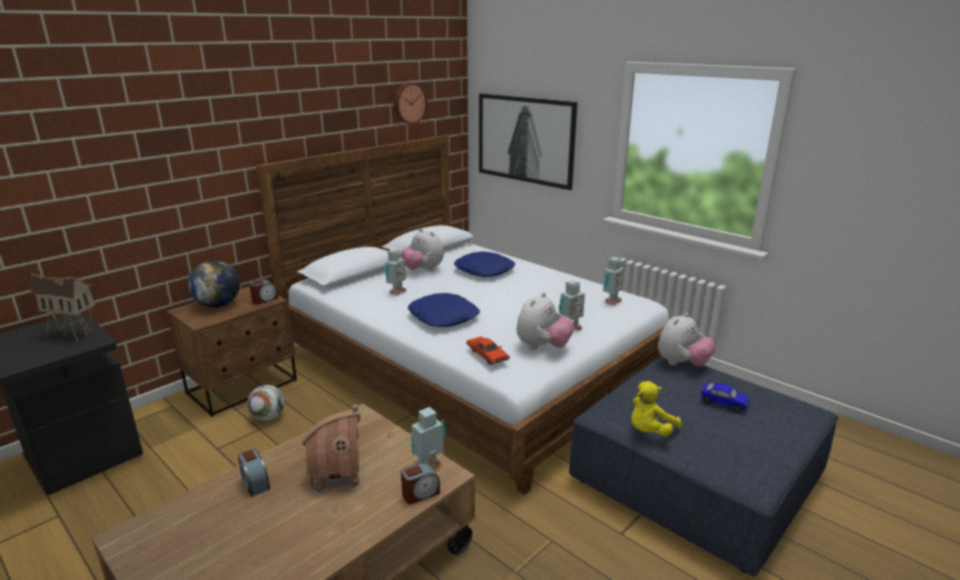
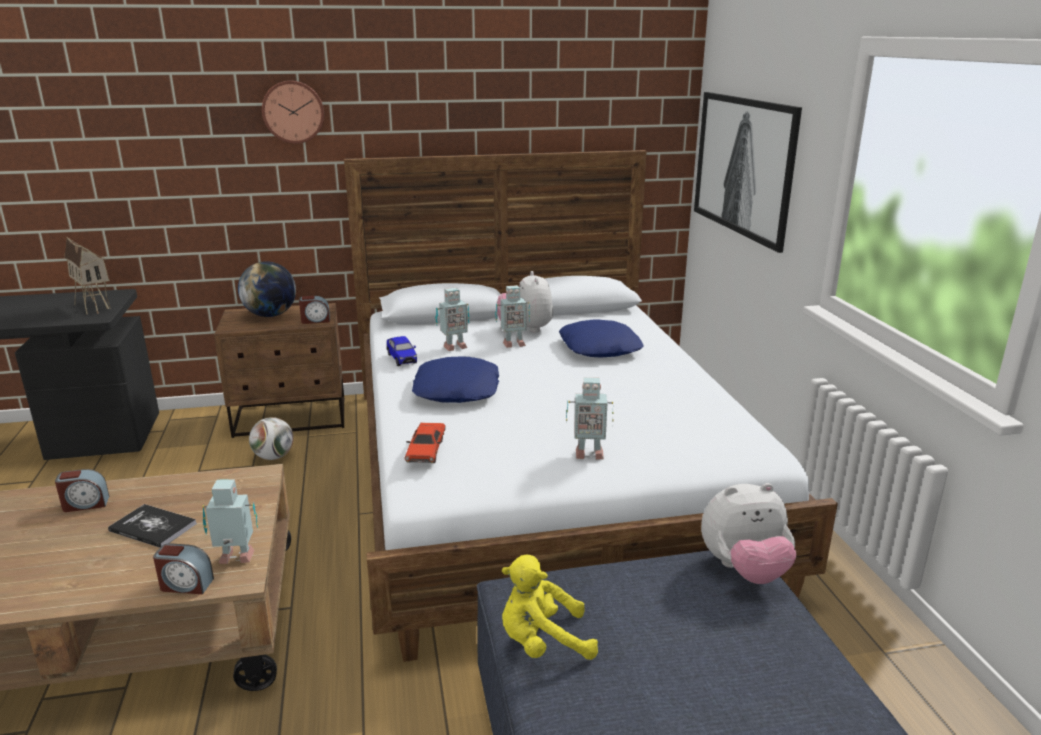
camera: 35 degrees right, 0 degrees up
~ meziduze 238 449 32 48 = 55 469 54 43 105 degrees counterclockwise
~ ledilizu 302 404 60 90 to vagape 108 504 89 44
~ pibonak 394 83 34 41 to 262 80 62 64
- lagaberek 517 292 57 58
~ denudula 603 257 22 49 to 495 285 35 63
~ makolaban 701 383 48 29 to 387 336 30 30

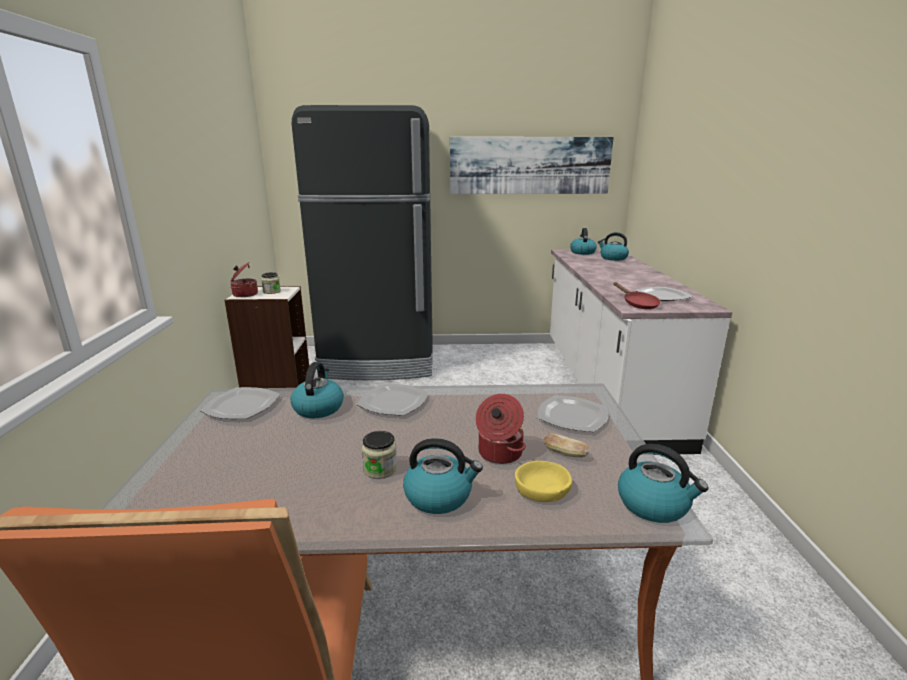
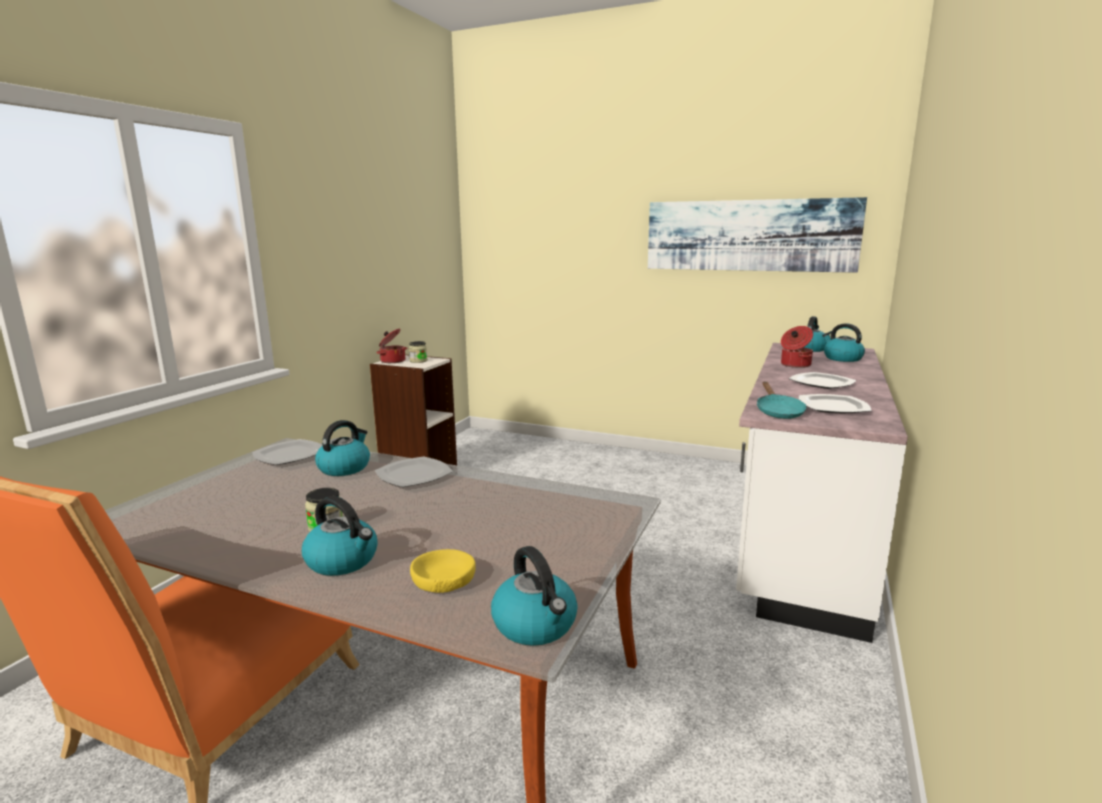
camera: 25 degrees right, 5 degrees down
- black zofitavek 292 105 141 275
~ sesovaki 475 394 51 70 to 781 326 32 42
~ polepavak 537 395 71 37 to 789 372 67 17
- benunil 543 434 46 24
~ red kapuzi 614 282 47 27 to turquoise kapuzi 757 382 49 37

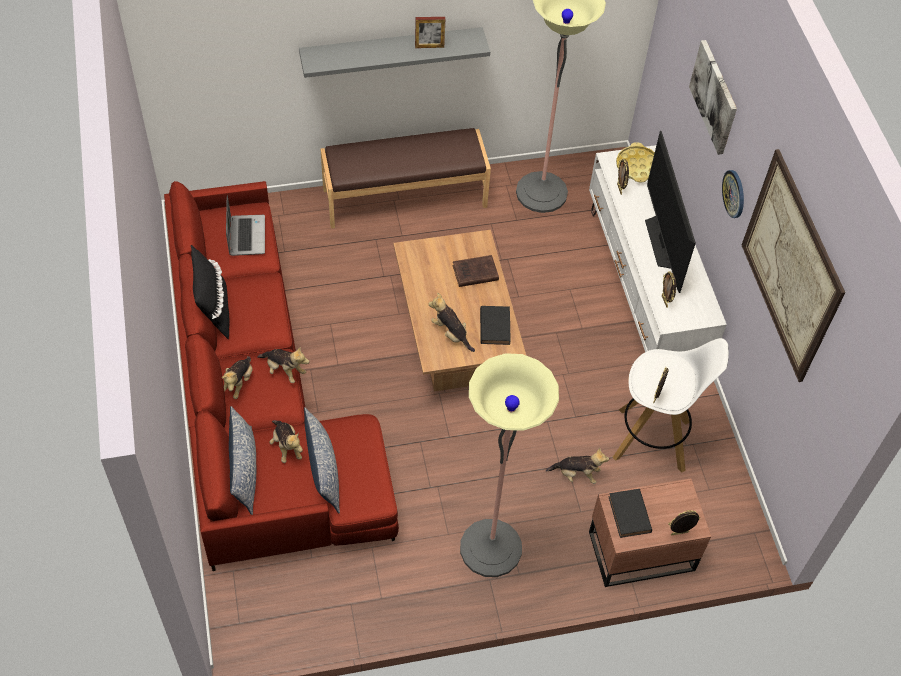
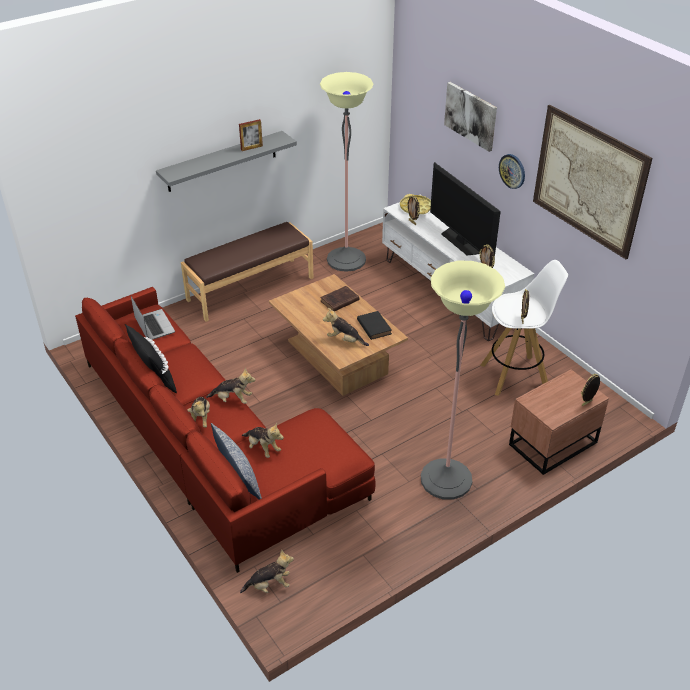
camera: 20 degrees left, 15 degrees down
- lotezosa 304 407 36 106
~ lagaberek 546 447 63 37 to 240 550 54 43
- black vagape 608 489 44 49

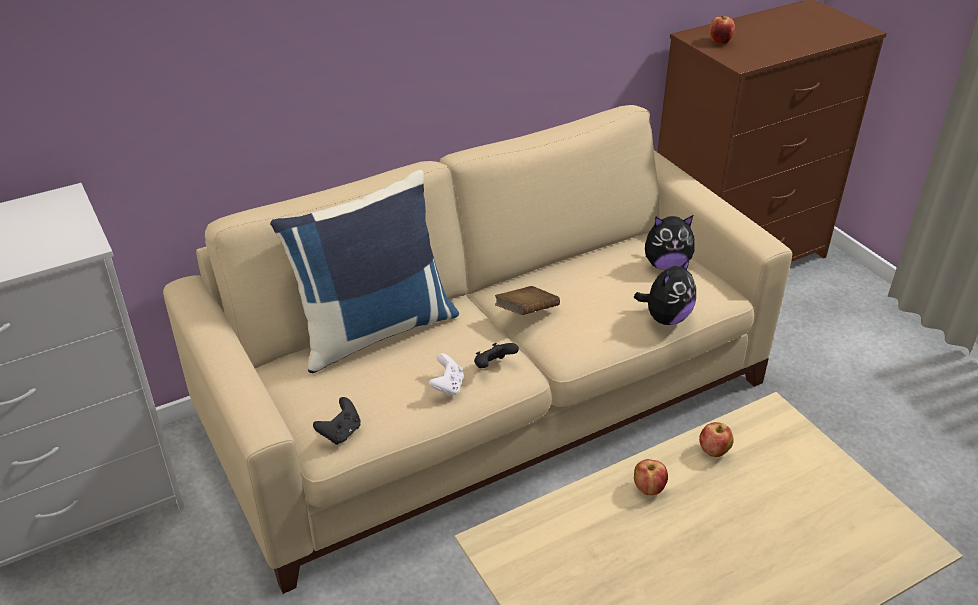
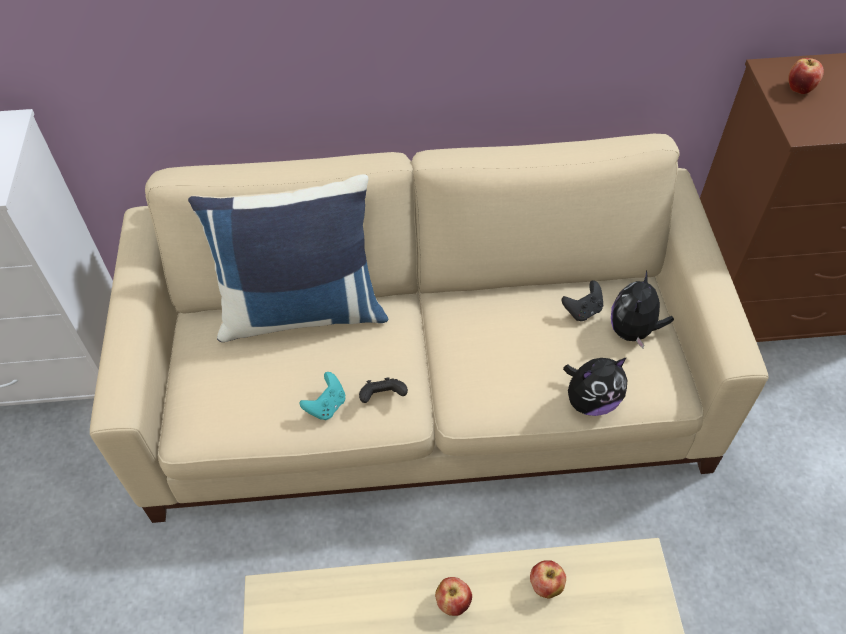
camera: 25 degrees right, 15 degrees up
~ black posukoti 313 397 47 48 to 562 280 41 41
~ white posukoti 429 353 35 44 to turquoise posukoti 299 372 46 48
- brown vagape 495 286 65 29
~ lagaberek 645 215 50 55 = 611 270 63 79 90 degrees clockwise

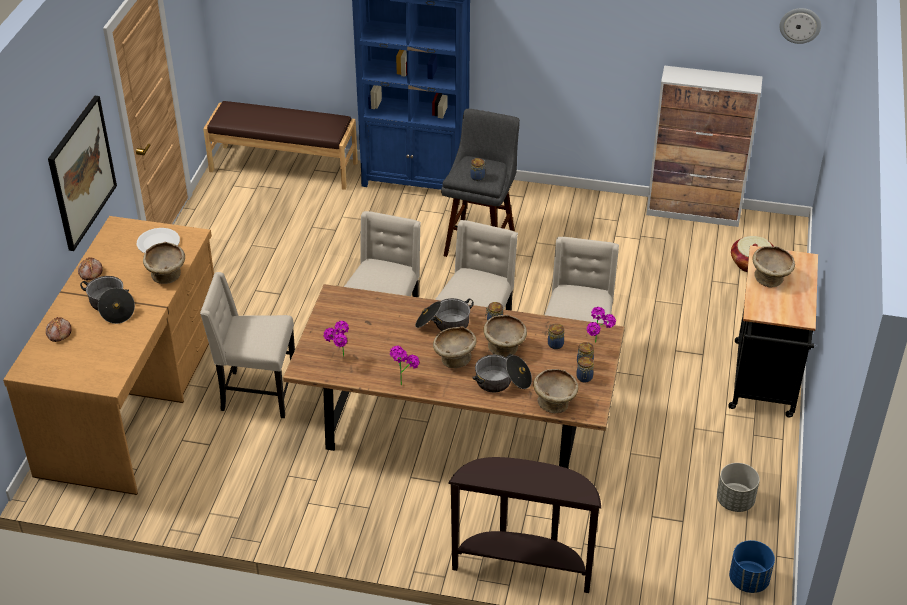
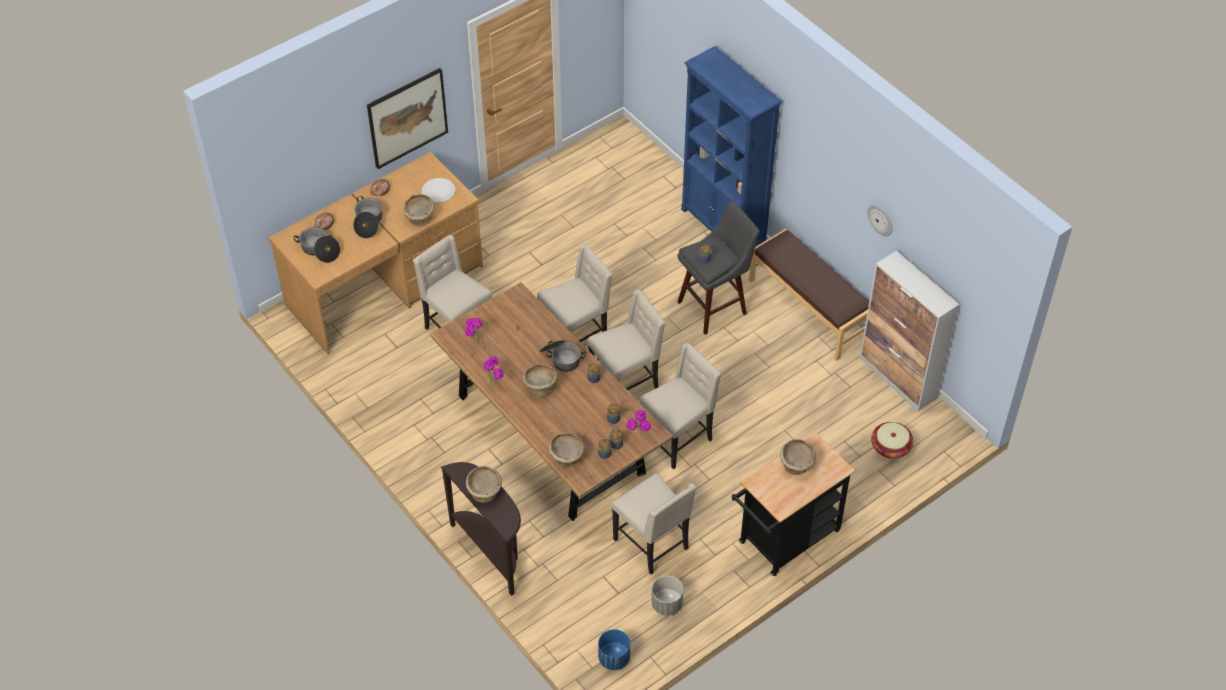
camera: 40 degrees right, 10 degrees up
~ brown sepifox 203 101 155 89 to 749 229 120 132
~ sesovaki 472 354 60 38 to 294 227 46 36
~ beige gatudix 483 315 44 42 to 466 466 36 36
~ pibonak 780 8 41 36 to 867 205 25 31
+ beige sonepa 612 473 84 101

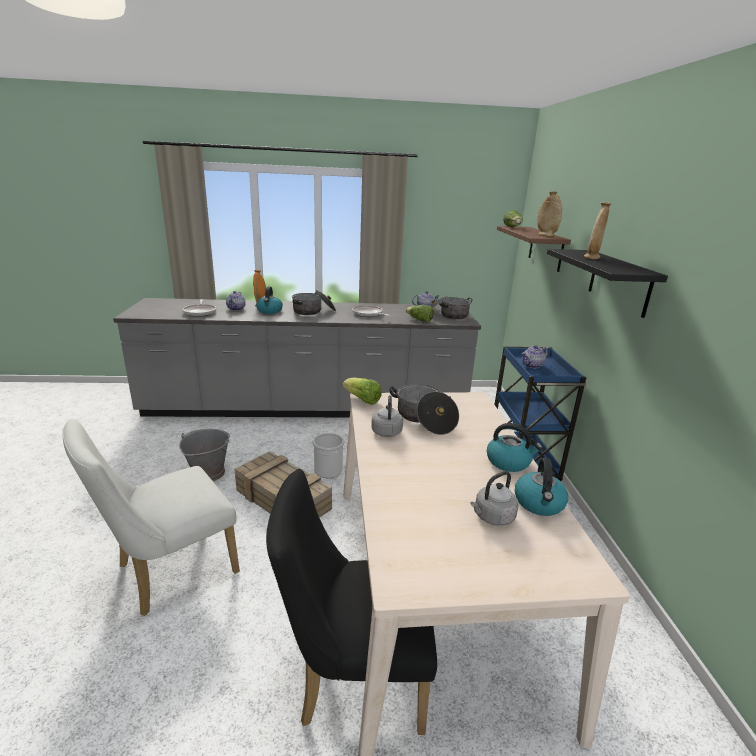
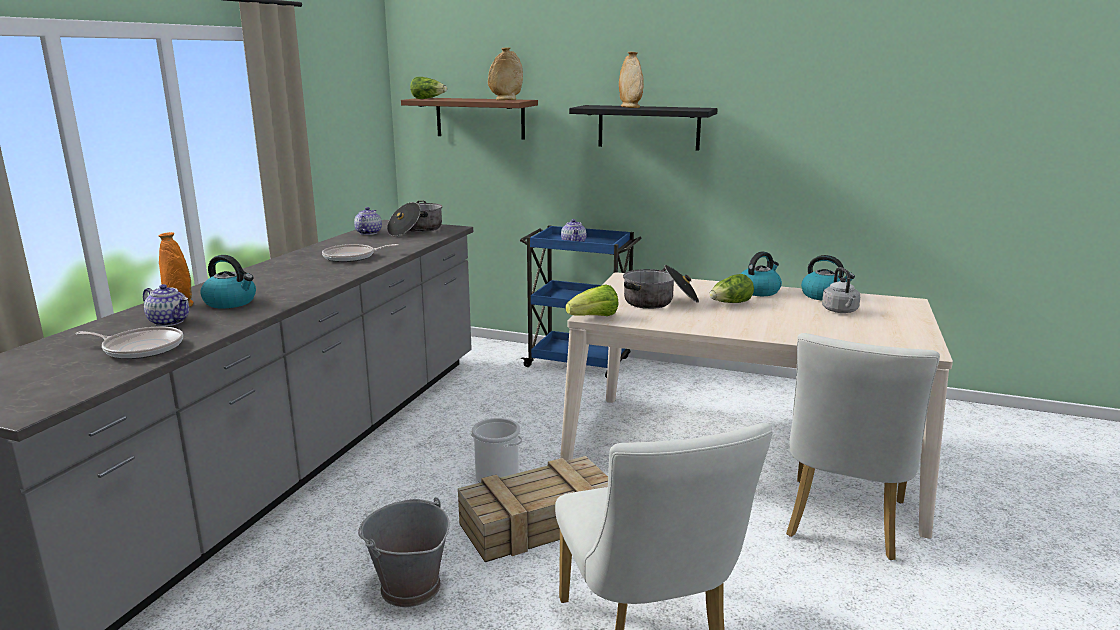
camera: 65 degrees left, 5 degrees down
~ black sonepa 266 469 171 266 to white sonepa 786 333 154 227
- sesovaki 292 290 44 25
- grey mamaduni 371 395 32 42
~ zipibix 406 305 28 17 to 709 274 45 29

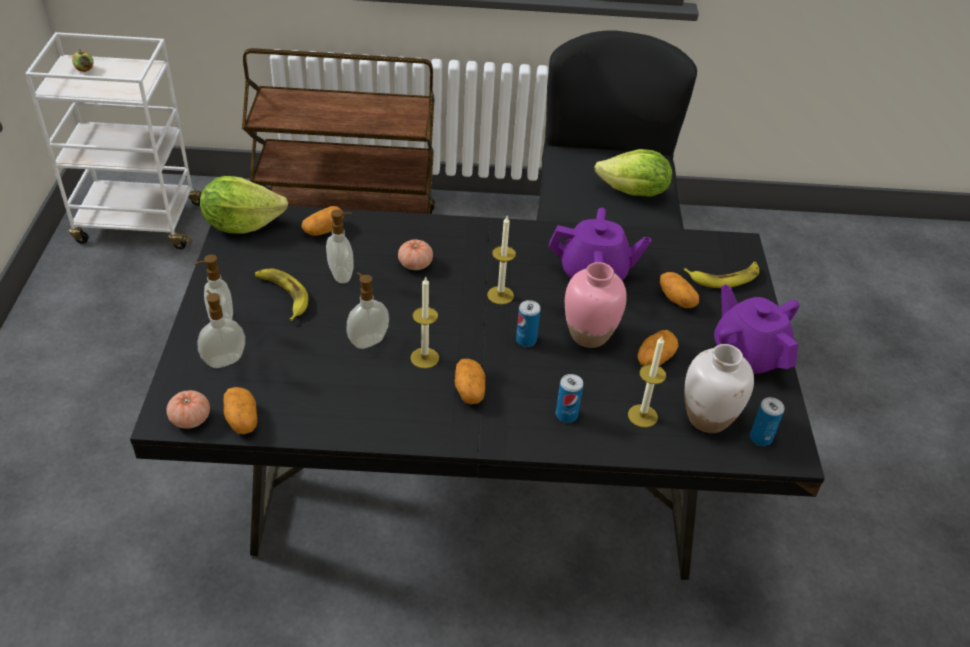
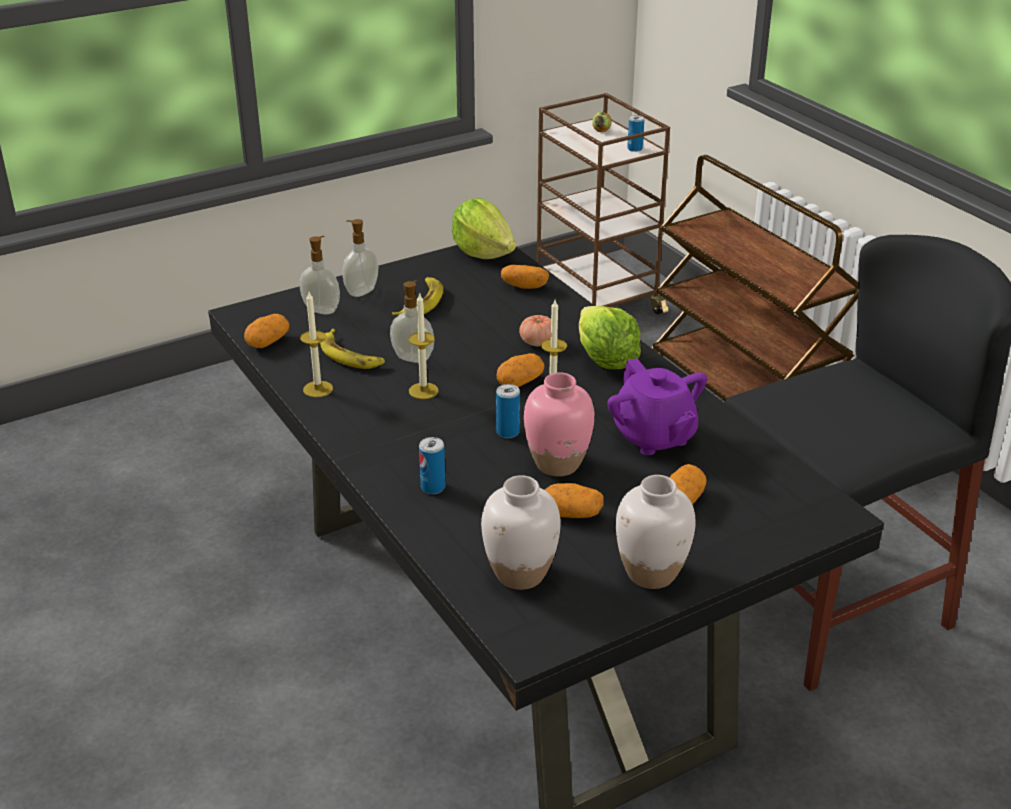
camera: 60 degrees right, 10 degrees down
~ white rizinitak 25 32 178 217 to brown rizinitak 537 93 133 221
- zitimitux 166 390 44 39
- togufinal 326 210 28 73
~ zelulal 455 359 30 45 to 497 353 47 34
~ zipibix 594 149 78 48 to 579 306 62 64
~ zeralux 628 336 38 92 to 300 292 33 106
~ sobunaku 684 262 75 26 to 320 329 65 40
~ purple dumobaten 714 284 85 90 to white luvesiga 616 475 80 114
~ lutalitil 750 397 34 49 to 627 115 17 37

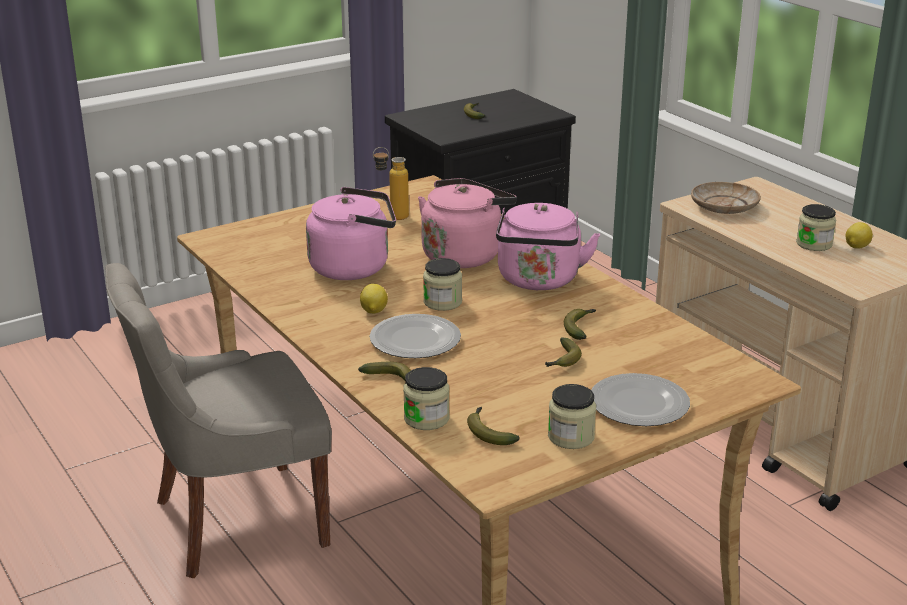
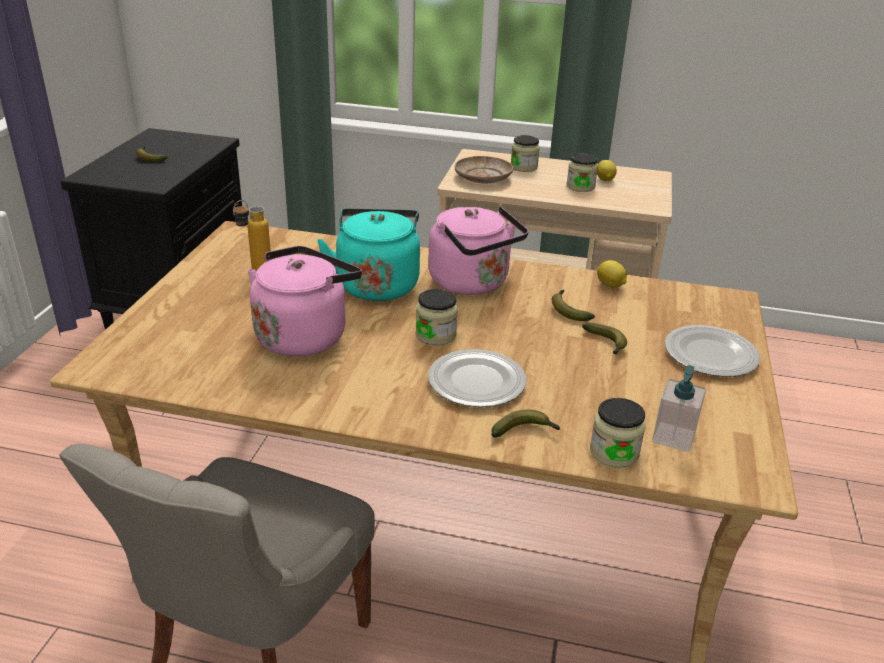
camera: 45 degrees left, 5 degrees up
~ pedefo 360 284 28 30 to 597 260 30 28
~ pink mamaduni 418 178 99 90 to turquoise mamaduni 317 208 103 93
~ sobunaku 467 407 53 38 to togufinal 652 365 54 87
~ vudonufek 548 384 48 65 to 511 135 29 37

